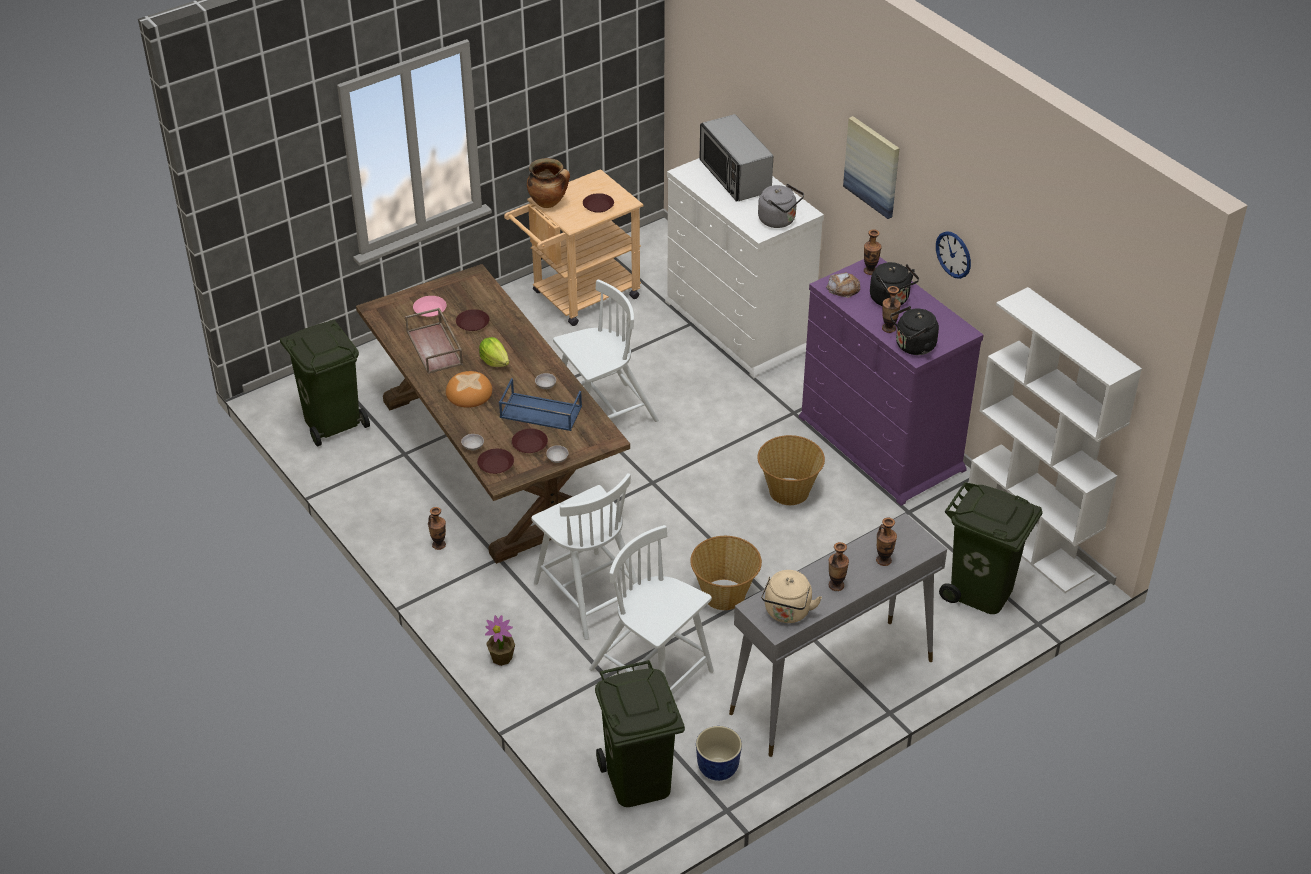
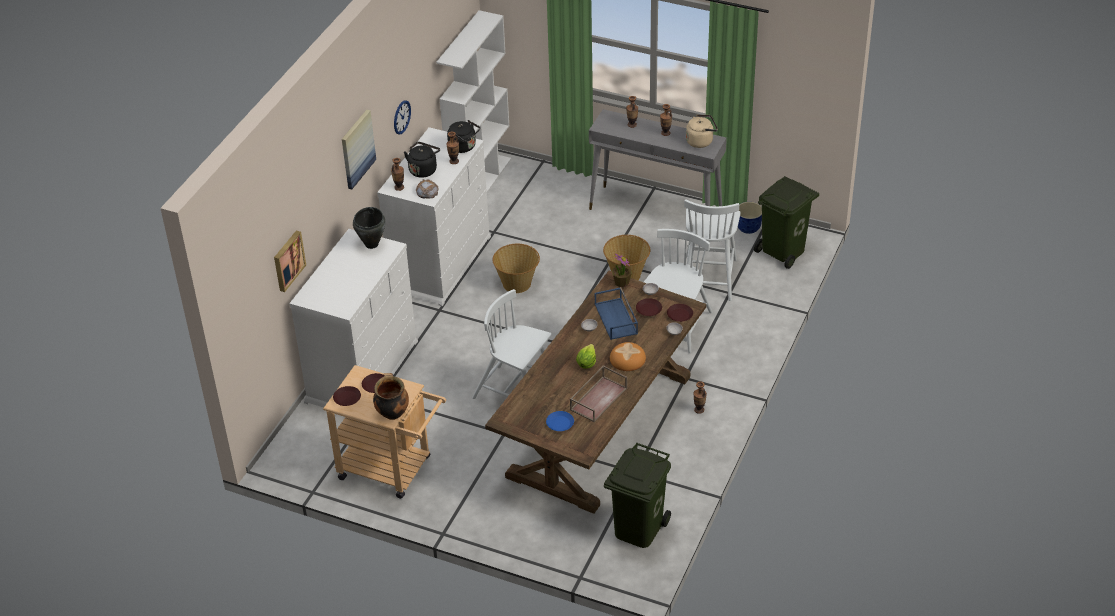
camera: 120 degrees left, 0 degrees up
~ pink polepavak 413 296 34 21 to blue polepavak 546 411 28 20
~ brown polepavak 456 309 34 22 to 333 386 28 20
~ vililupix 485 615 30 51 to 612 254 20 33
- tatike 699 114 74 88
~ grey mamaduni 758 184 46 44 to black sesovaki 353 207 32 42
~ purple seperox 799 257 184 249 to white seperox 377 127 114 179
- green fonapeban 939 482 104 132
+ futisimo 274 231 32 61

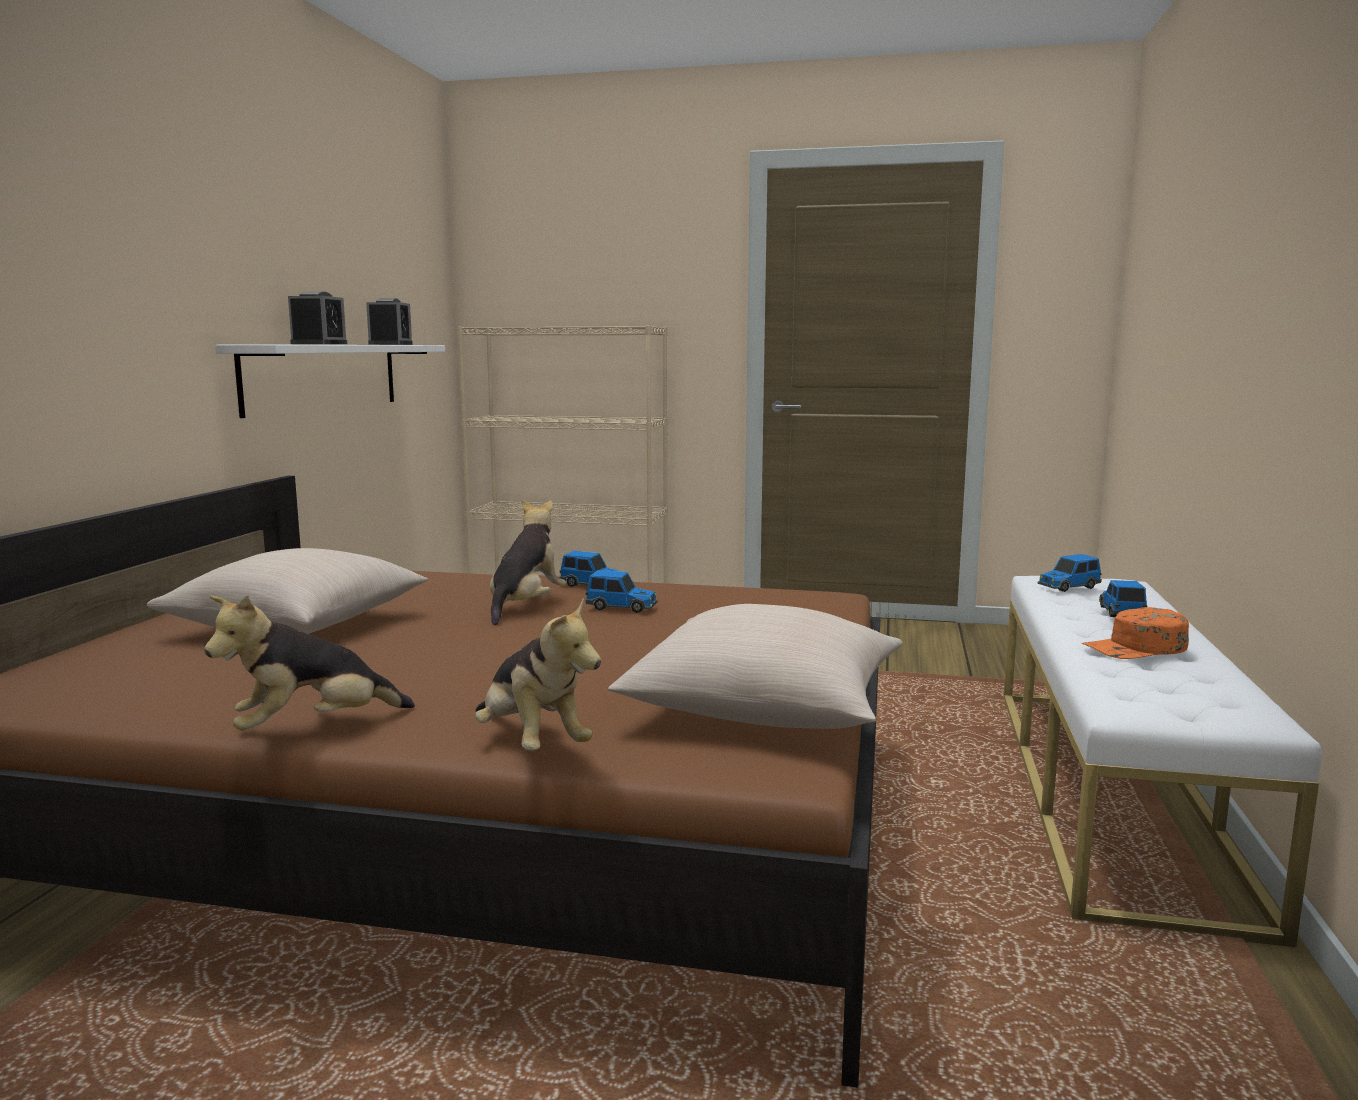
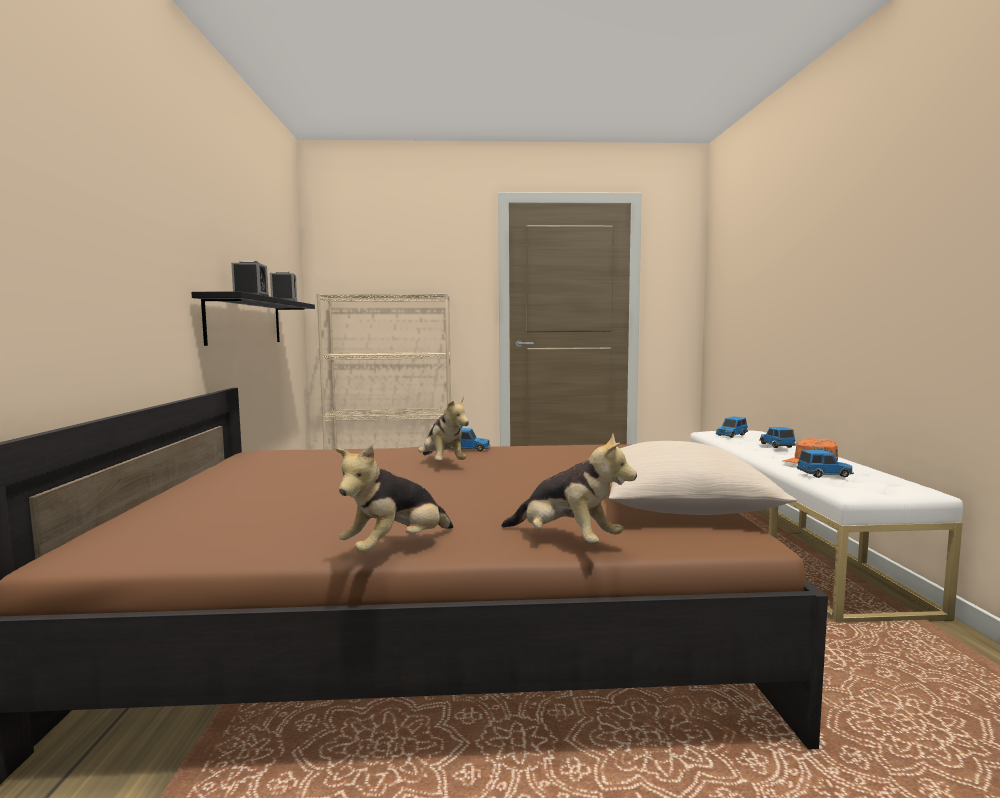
camera: 15 degrees left, 5 degrees down
- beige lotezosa 147 548 281 86
~ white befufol 215 345 230 73 to black befufol 191 291 124 55
~ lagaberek 490 499 76 126 = 418 396 51 65 150 degrees clockwise
~ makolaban 586 570 72 43 to 797 450 57 28

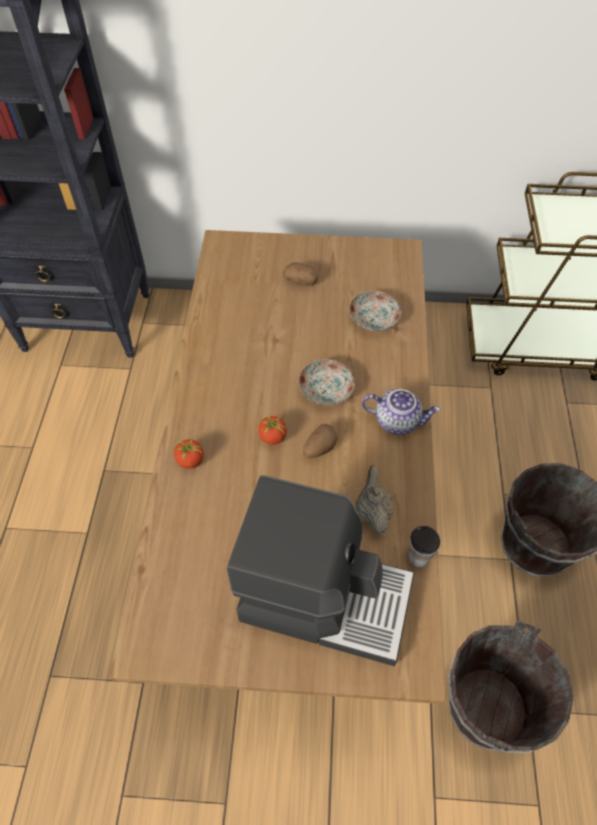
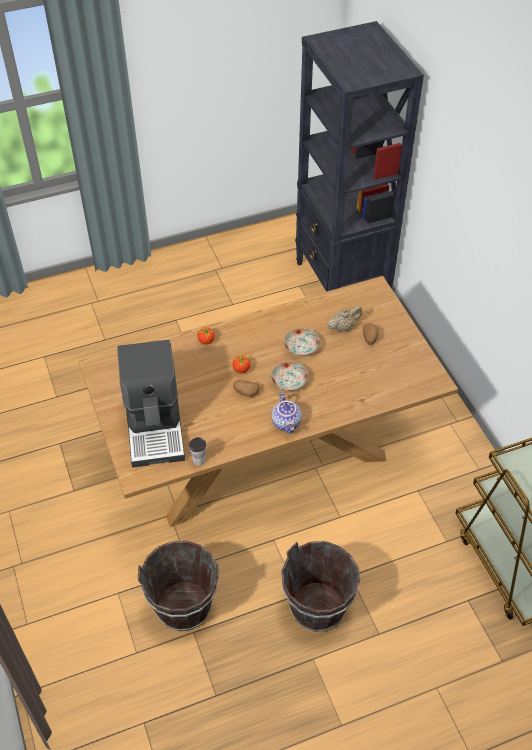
camera: 65 degrees right, 5 degrees down
~ polepavak 349 291 53 40 to 284 328 36 28
~ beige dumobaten 356 465 39 69 to 328 306 34 26

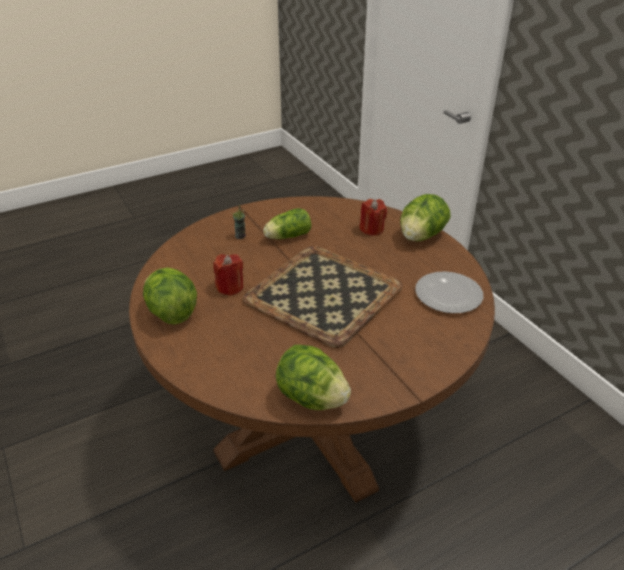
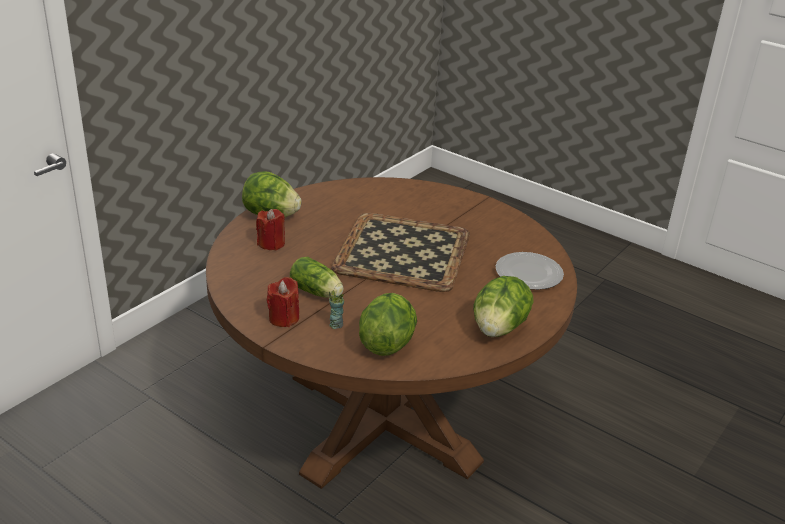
camera: 115 degrees left, 5 degrees down
~ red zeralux 213 254 30 42 to 267 277 32 50
~ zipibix 276 345 75 65 to 359 293 58 63
~ polepavak 415 271 69 42 to 496 252 68 38

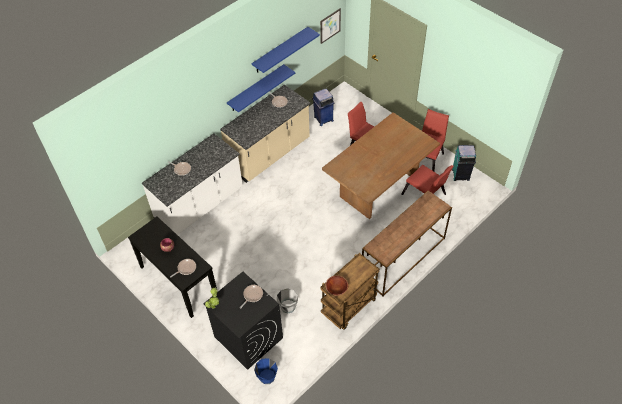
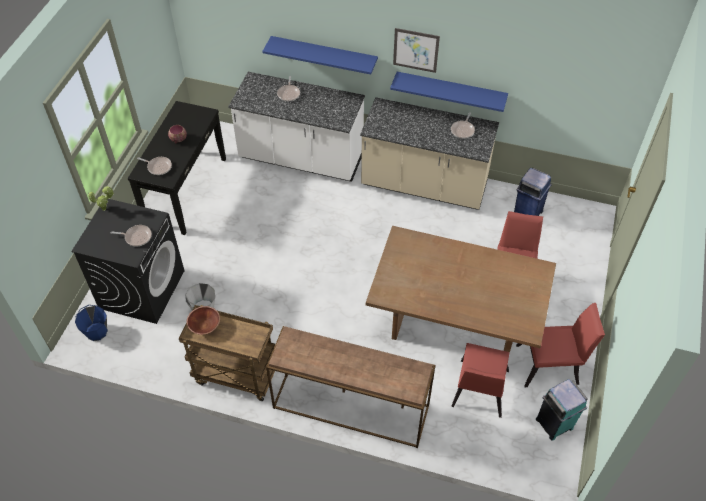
camera: 60 degrees right, 0 degrees up
~ blue befufol 251 27 69 46 to 262 36 116 38
~ futisimo 320 8 21 36 to 393 28 47 45

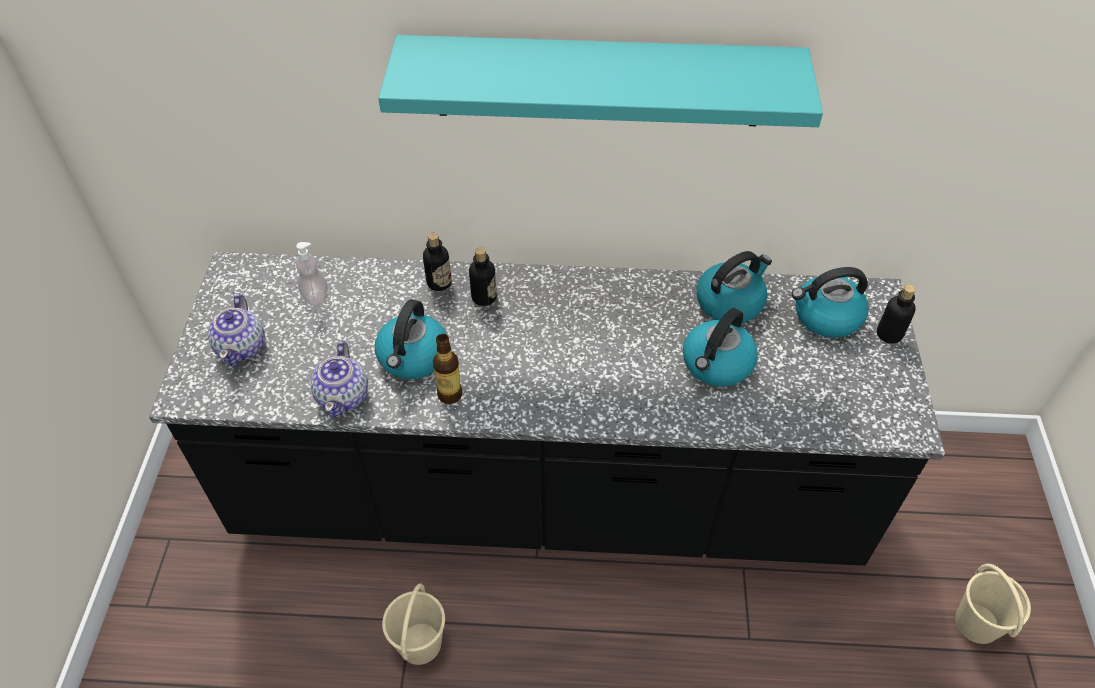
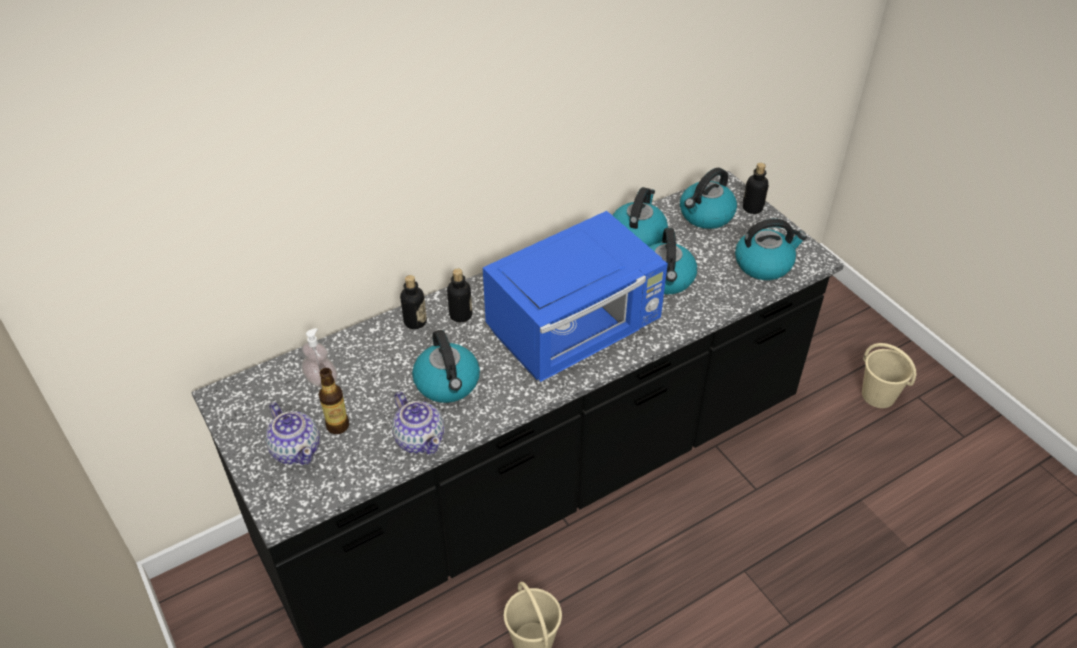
camera: 35 degrees left, 5 degrees down
- turquoise befufol 378 35 445 92
~ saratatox 433 334 30 70 to 319 368 30 66
+ blue tatike 483 211 185 171
+ mamaduni 735 219 72 61

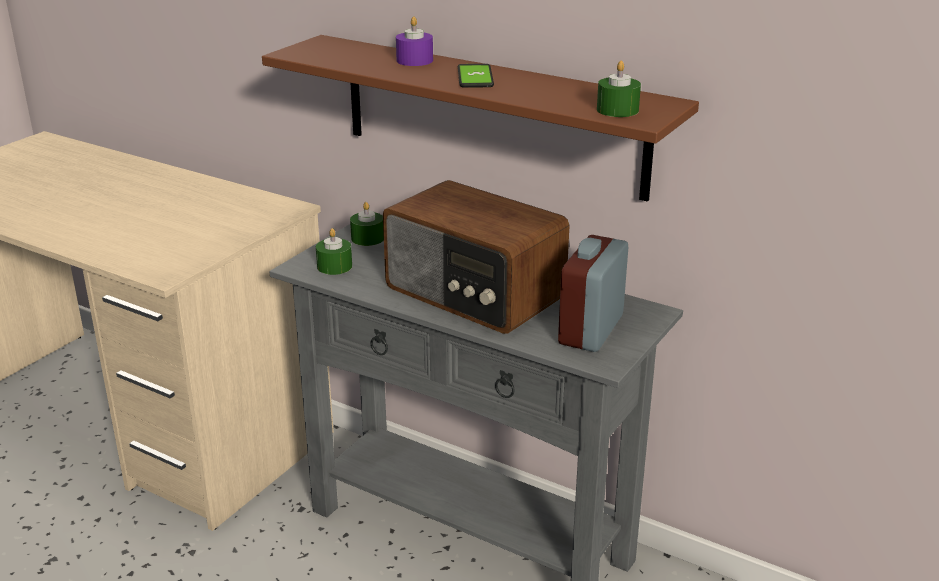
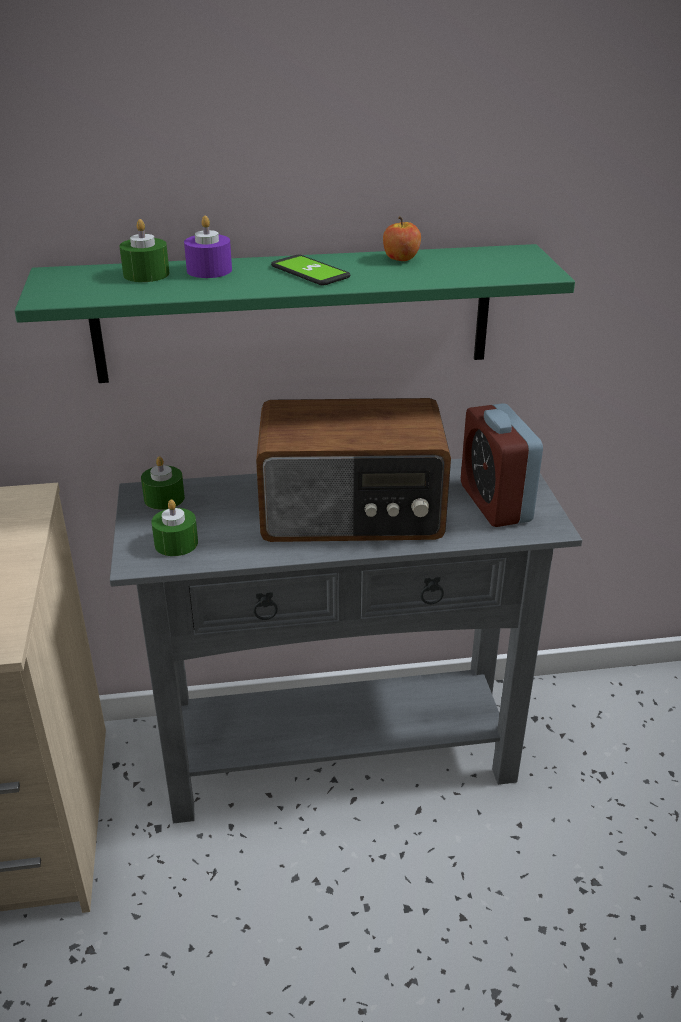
camera: 40 degrees left, 5 degrees up
~ brown befufol 262 35 437 167 to green befufol 15 244 560 139
~ green zeralux 597 61 44 56 to 119 219 50 63
+ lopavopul 383 216 38 45

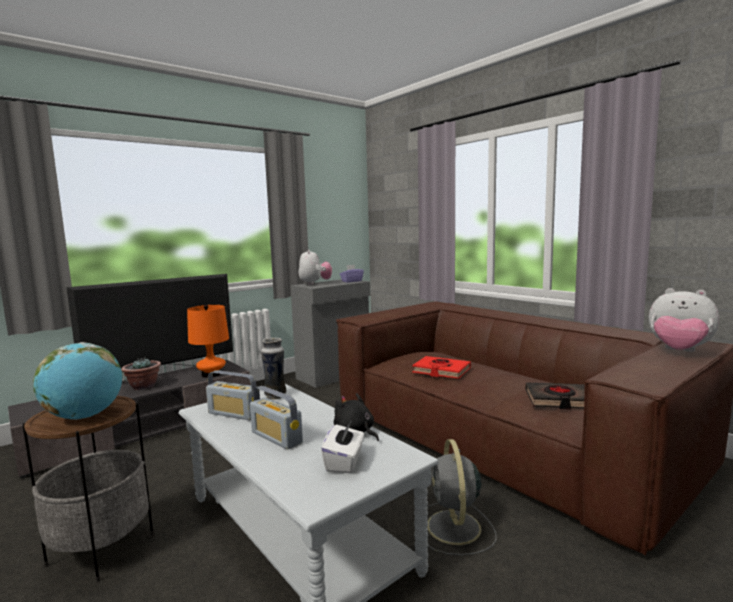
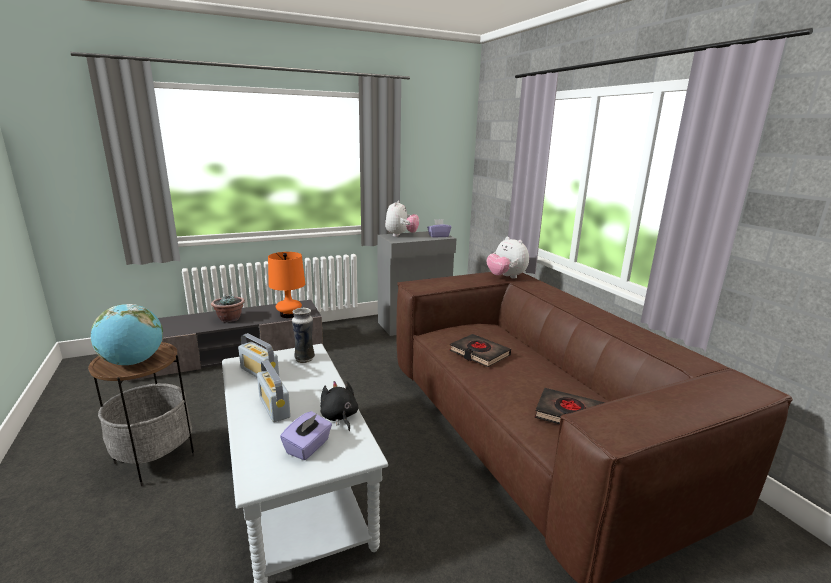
camera: 15 degrees right, 10 degrees up
- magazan 66 274 167 108
~ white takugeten 321 420 43 53 to purple takugeten 280 411 52 49
~ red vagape 412 356 59 23 to black vagape 450 334 61 33
- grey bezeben 427 439 70 116
~ lagaberek 649 288 71 64 to 487 237 42 42

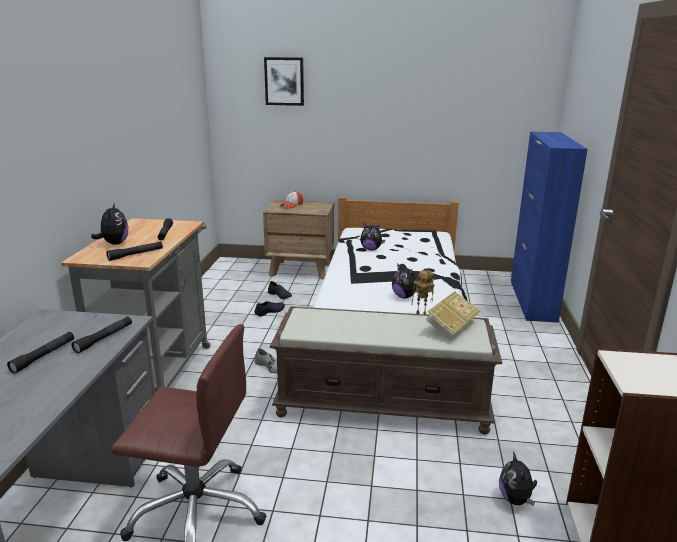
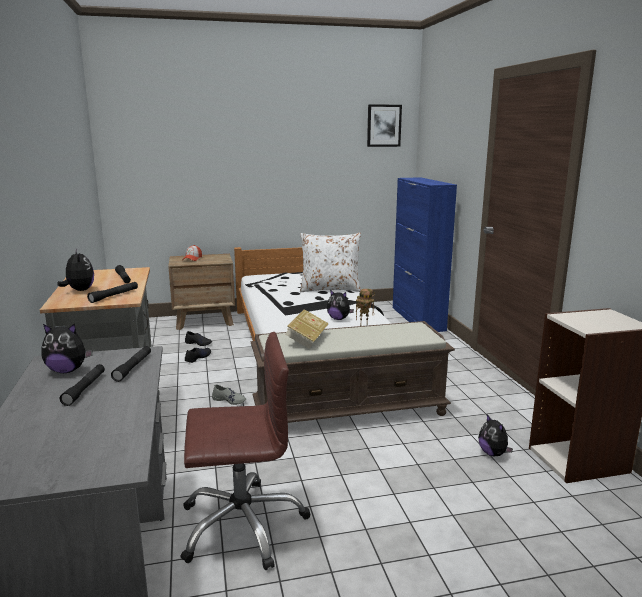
camera: 20 degrees left, 5 degrees down
~ futisimo 264 57 40 49 to 367 104 35 43
~ lagaberek 360 223 25 28 to 41 324 52 49
~ vagape 425 291 55 49 to 285 309 44 40
+ white lotezosa 300 233 61 59

